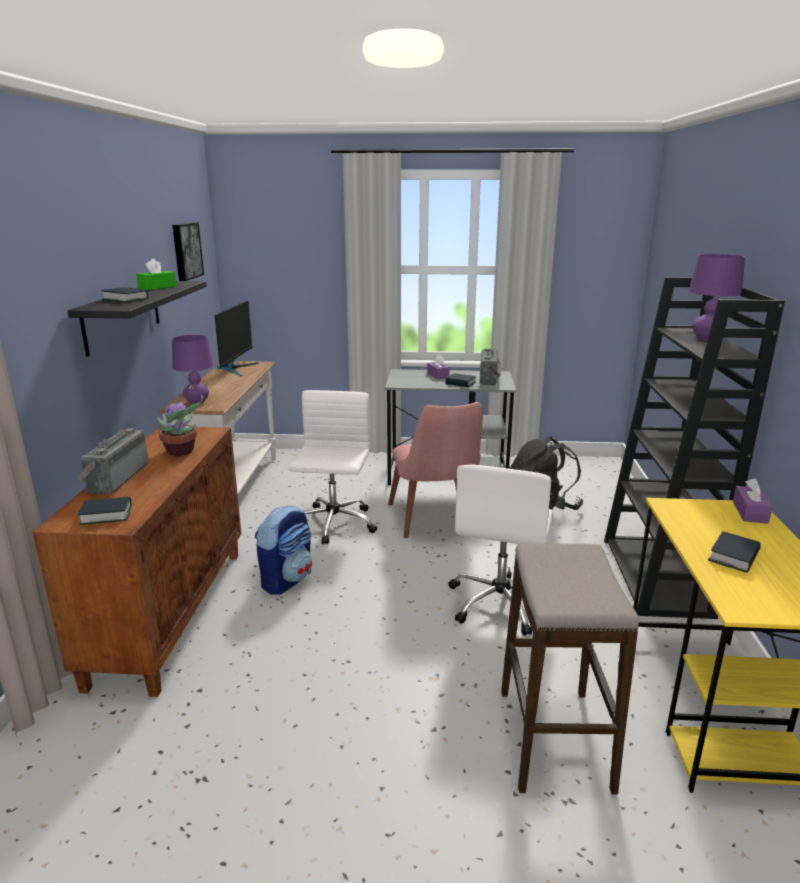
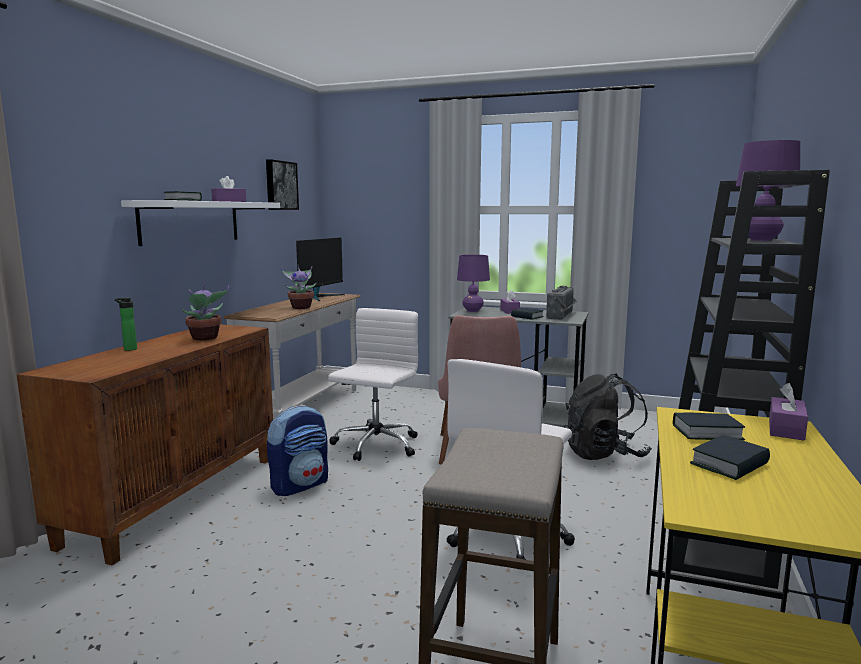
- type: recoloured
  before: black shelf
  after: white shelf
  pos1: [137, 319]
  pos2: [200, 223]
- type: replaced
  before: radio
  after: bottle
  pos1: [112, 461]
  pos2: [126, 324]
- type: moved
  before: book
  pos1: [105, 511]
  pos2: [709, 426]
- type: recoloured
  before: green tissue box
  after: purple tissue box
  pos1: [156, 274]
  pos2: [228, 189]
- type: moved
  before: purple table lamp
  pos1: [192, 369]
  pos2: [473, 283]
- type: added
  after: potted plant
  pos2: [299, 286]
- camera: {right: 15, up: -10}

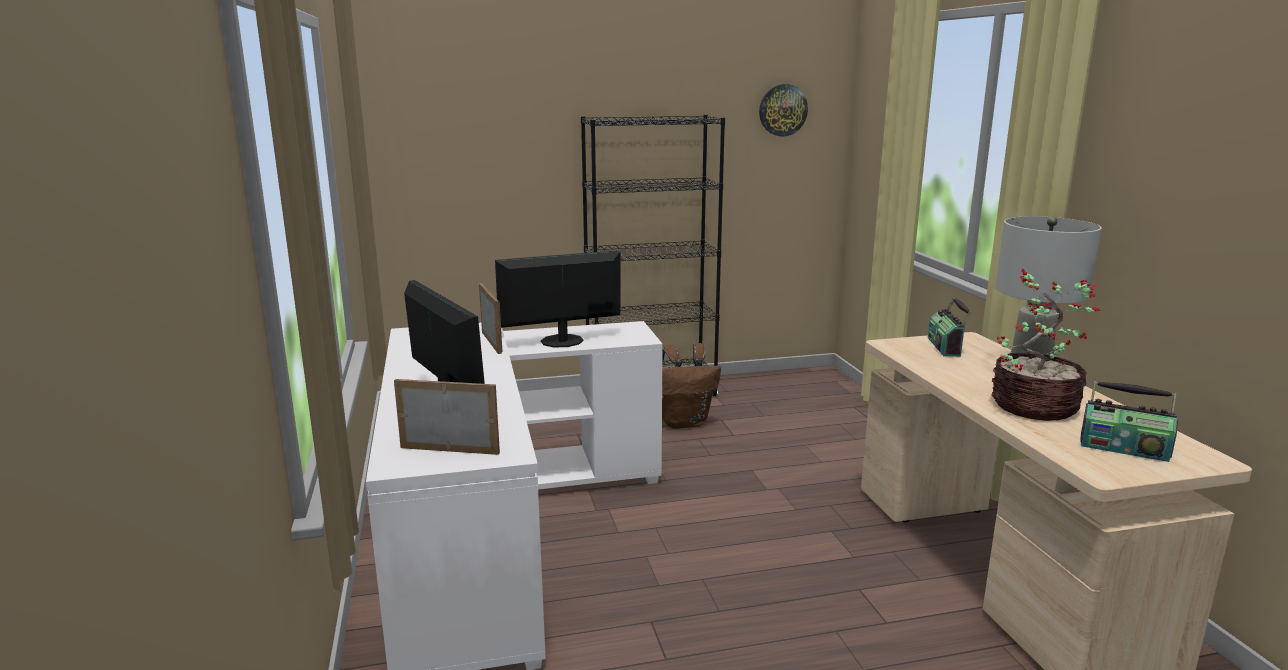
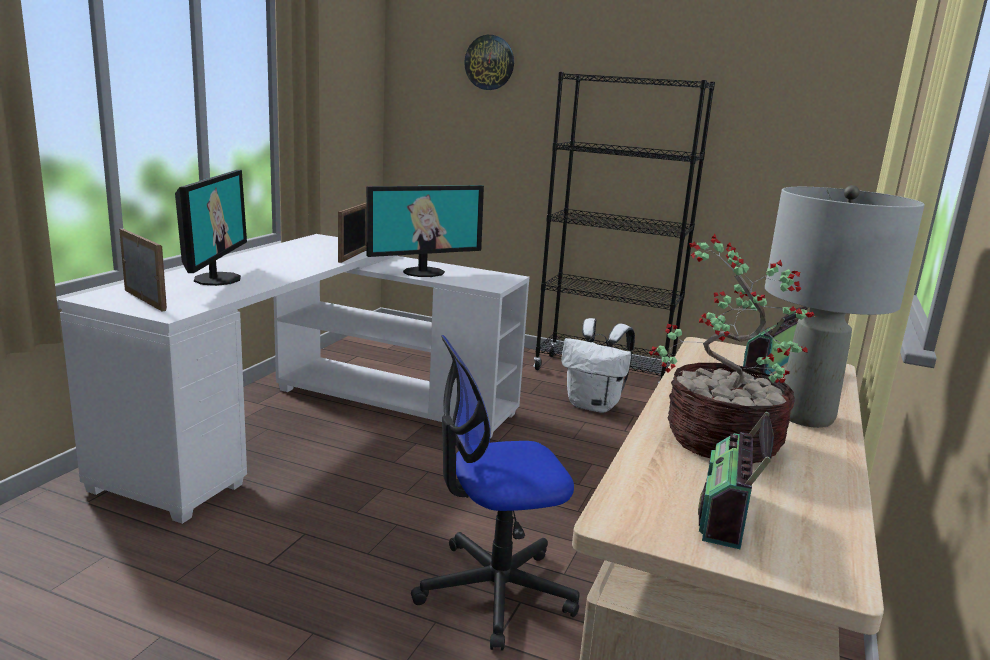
- type: turned
  before: monitor
  pos1: [557, 298]
  pos2: [425, 231]
  turn: 135
- type: recoloured
  before: brown backpack
  after: white backpack
  pos1: [691, 386]
  pos2: [598, 365]
- type: moved
  before: wall clock
  pos1: [783, 110]
  pos2: [489, 62]
- type: turned
  before: radio
  pos1: [1129, 421]
  pos2: [736, 480]
  turn: 45
- type: added
  after: office chair
  pos2: [495, 493]
- camera: {right: 35, up: 0}

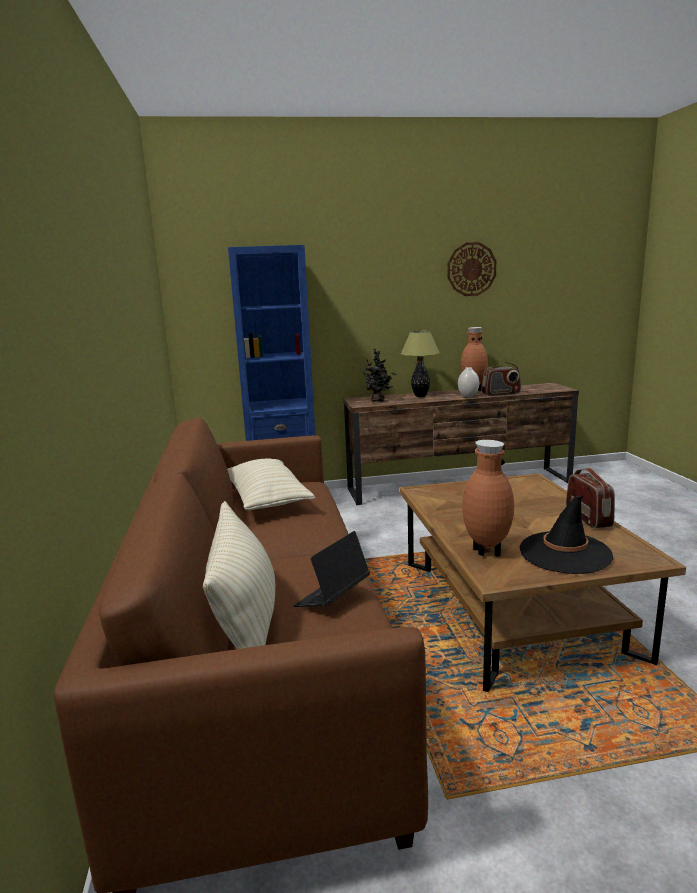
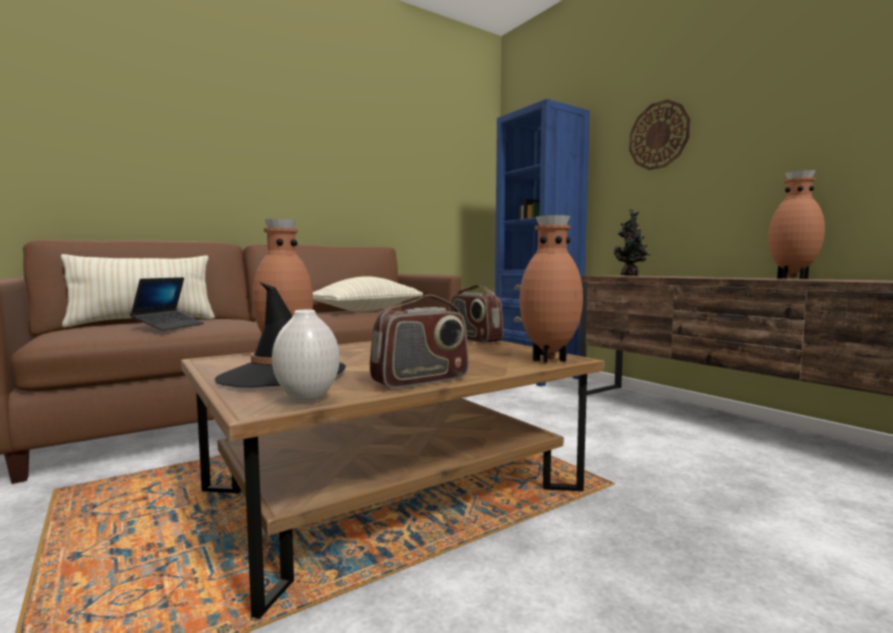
- type: turned
  before: laptop
  pos1: [331, 569]
  pos2: [167, 304]
  turn: 90
- type: removed
  before: table lamp
  pos1: [420, 364]
- type: moved
  before: wall clock
  pos1: [472, 269]
  pos2: [659, 134]
- type: moved
  before: white vase
  pos1: [468, 382]
  pos2: [306, 356]
- type: moved
  before: radio
  pos1: [501, 379]
  pos2: [476, 313]
- type: added
  after: brown vase
  pos2: [551, 289]
- camera: {right: 65, up: -10}

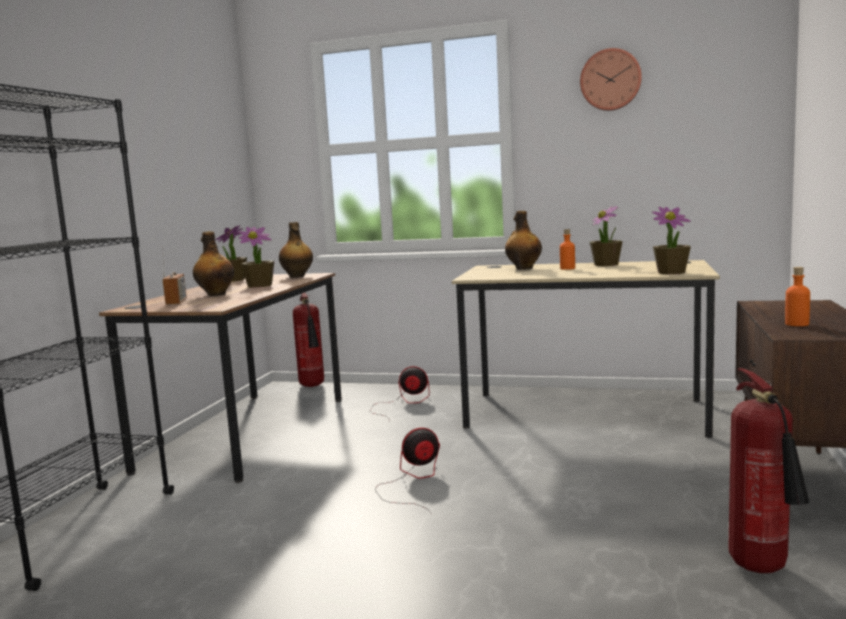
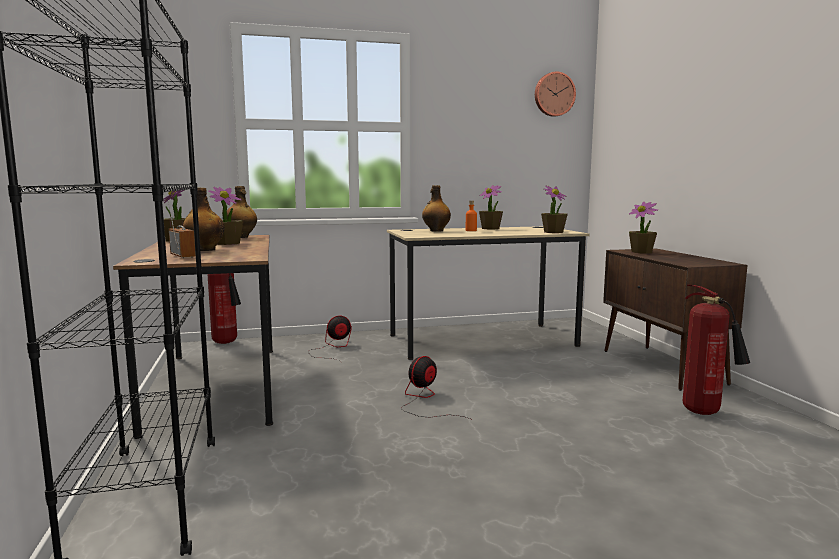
- type: moved
  before: wall clock
  pos1: [611, 79]
  pos2: [555, 94]
- type: removed
  before: orange bottle
  pos1: [797, 296]
- type: added
  after: potted plant
  pos2: [643, 228]
- camera: {right: -30, up: 0}

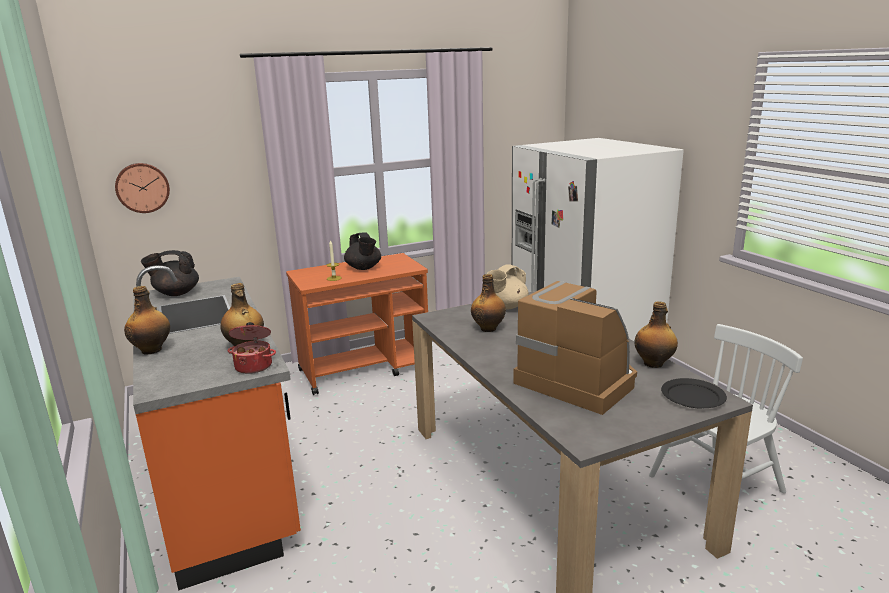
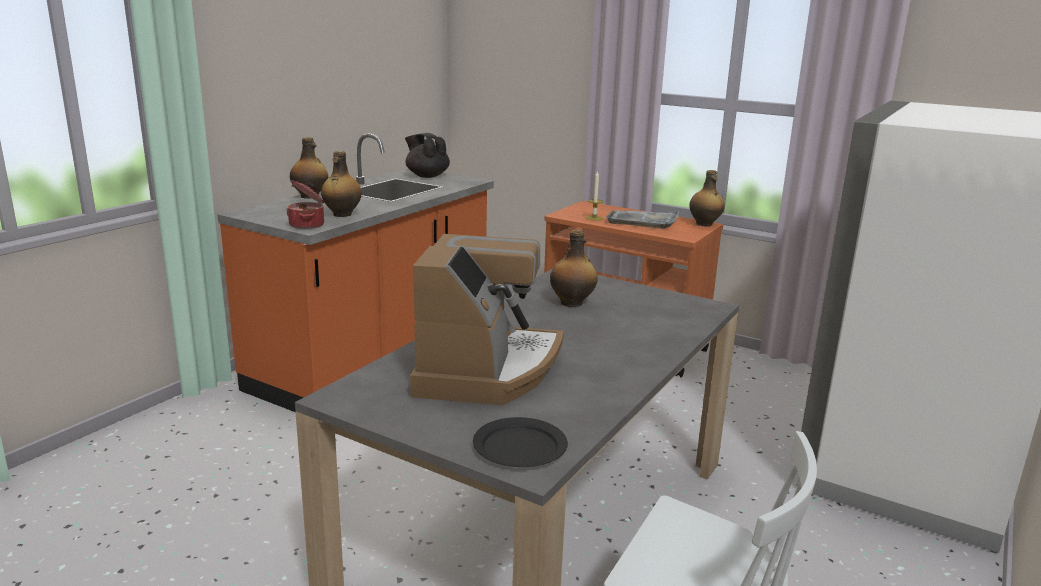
- type: removed
  before: wall clock
  pos1: [142, 188]
- type: replaced
  before: black teapot
  after: grey tray
  pos1: [362, 251]
  pos2: [643, 219]
- type: removed
  before: beige teapot
  pos1: [508, 286]
- type: moved
  before: bottle
  pos1: [656, 334]
  pos2: [707, 198]
- camera: {right: 55, up: 0}

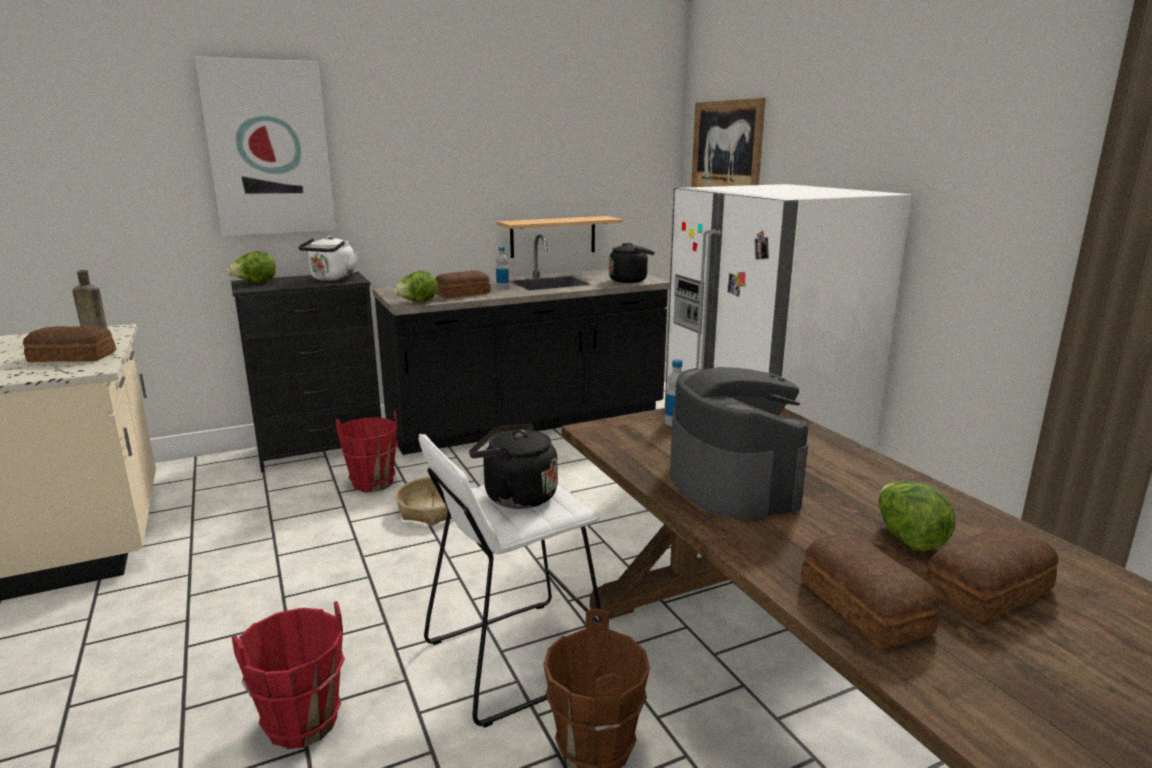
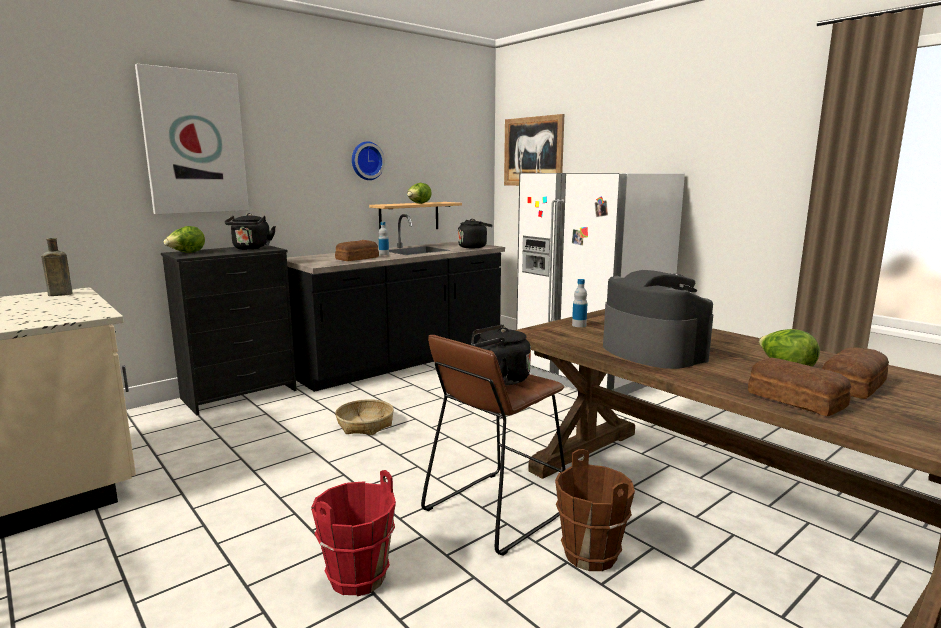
- type: removed
  before: bread
  pos1: [69, 344]
- type: recoloured
  before: white kettle
  after: black kettle
  pos1: [328, 258]
  pos2: [250, 231]
- type: removed
  before: red bucket
  pos1: [367, 451]
- type: moved
  before: lettuce
  pos1: [415, 286]
  pos2: [419, 193]
- type: recoloured
  before: white stool
  after: brown stool
  pos1: [510, 581]
  pos2: [493, 445]
- type: added
  after: wall clock
  pos2: [368, 160]
- camera: {right: -15, up: -5}

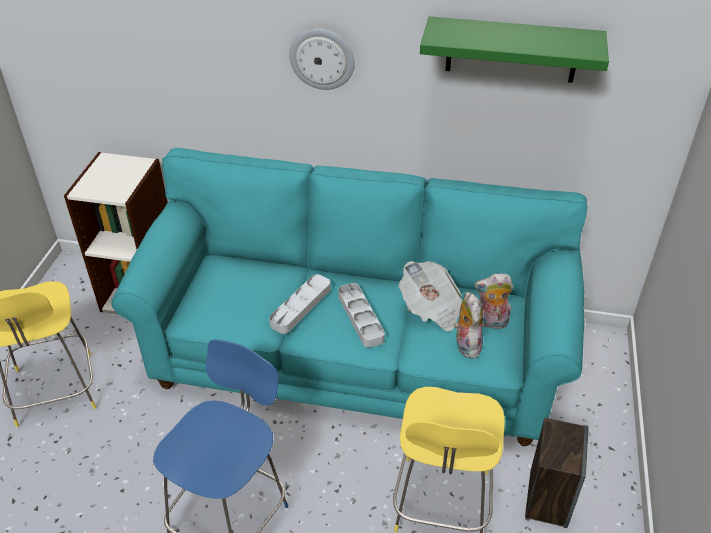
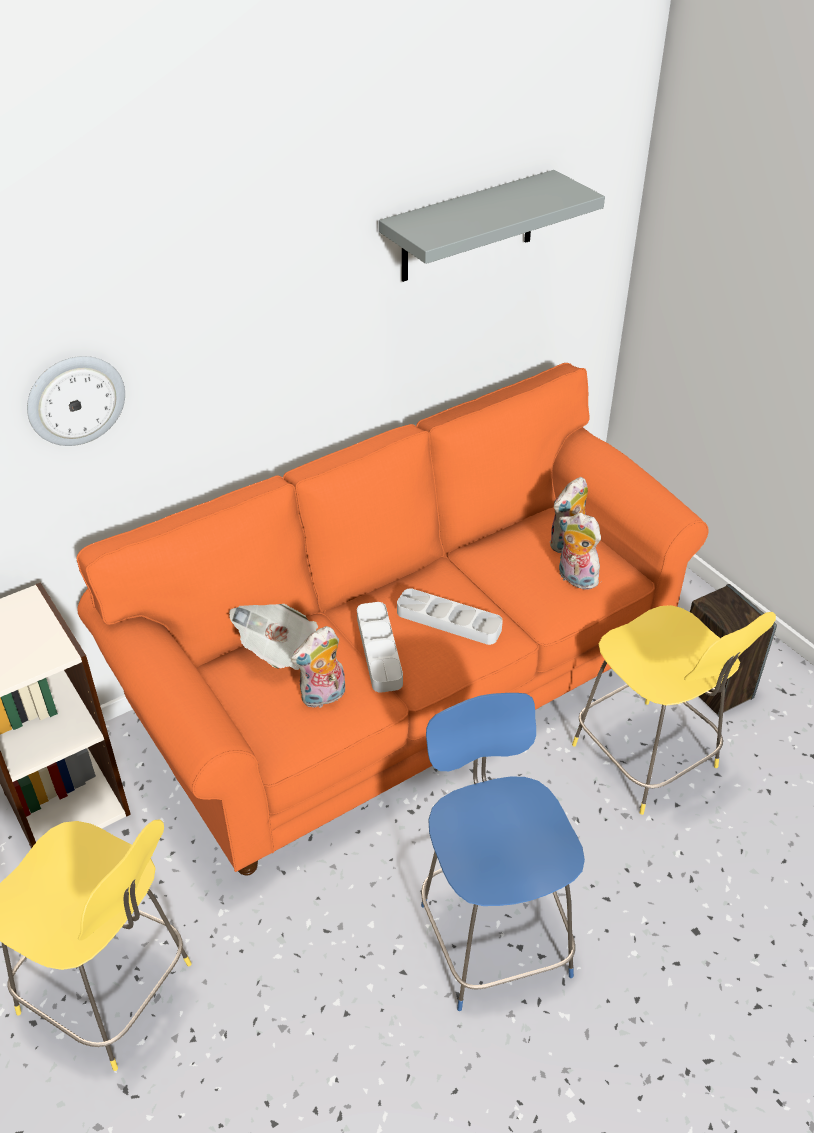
- type: recoloured
  before: turquoise sofa
  after: orange sofa
  pos1: [349, 297]
  pos2: [393, 619]
- type: moved
  before: wall clock
  pos1: [322, 59]
  pos2: [76, 401]
- type: moved
  before: newspaper
  pos1: [430, 296]
  pos2: [273, 637]
- type: recoloured
  before: green shelf
  after: grey shelf
  pos1: [514, 49]
  pos2: [492, 226]
- type: added
  after: plush toy
  pos2: [318, 667]
- camera: {right: -45, up: 0}

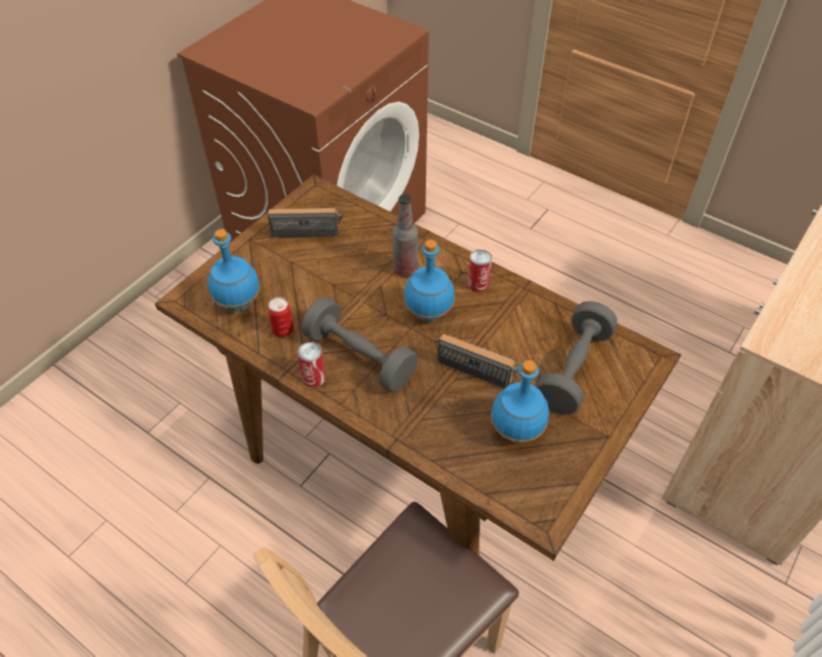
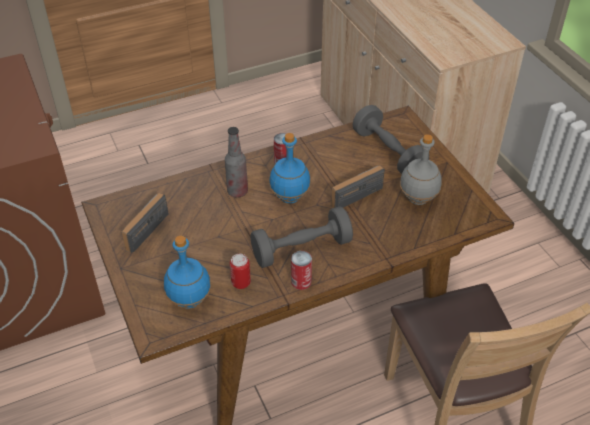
- type: recoloured
  before: blue bottle
  after: grey bottle
  pos1: [520, 401]
  pos2: [420, 169]
- camera: {right: -60, up: -5}

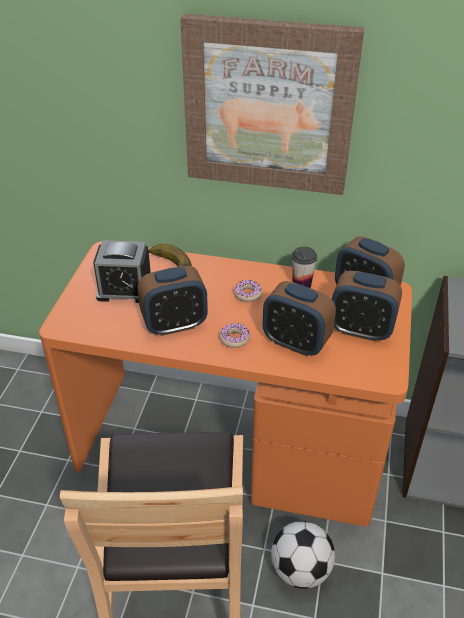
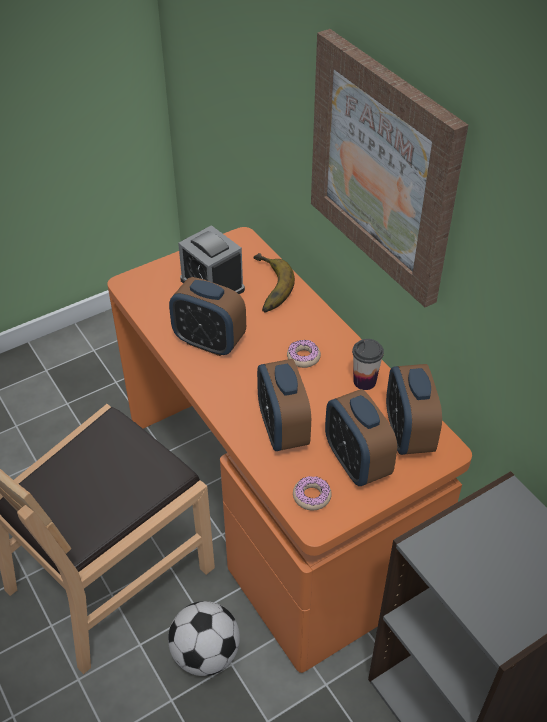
- type: moved
  before: donut
  pos1: [234, 335]
  pos2: [312, 493]
- camera: {right: 45, up: 5}

